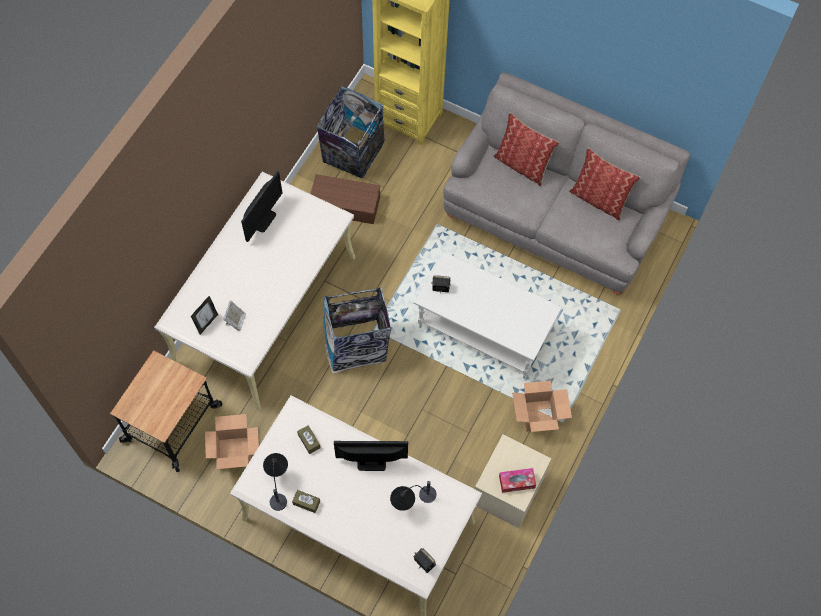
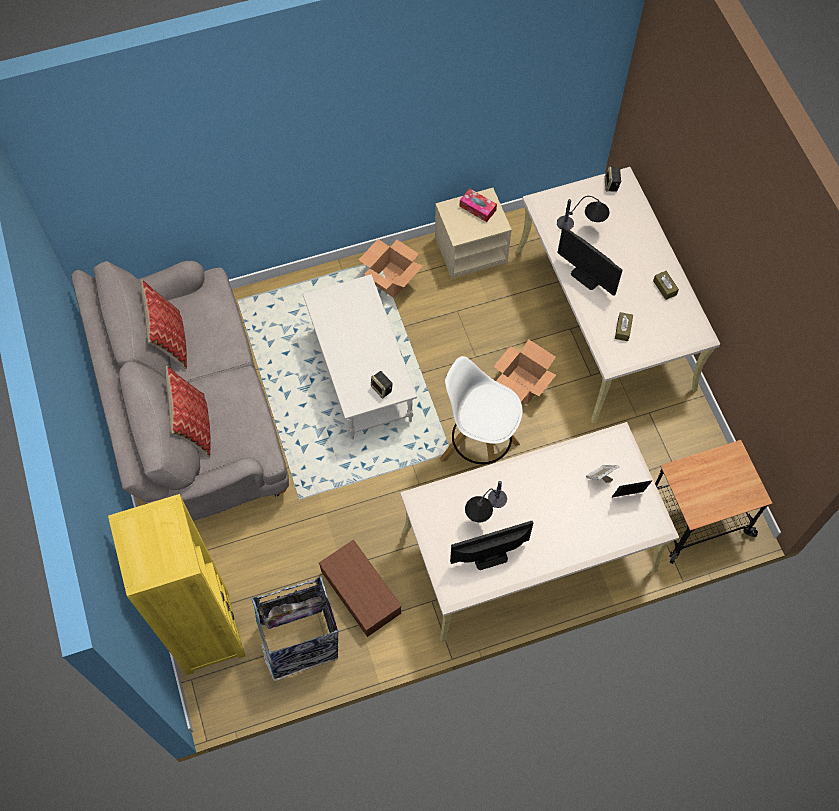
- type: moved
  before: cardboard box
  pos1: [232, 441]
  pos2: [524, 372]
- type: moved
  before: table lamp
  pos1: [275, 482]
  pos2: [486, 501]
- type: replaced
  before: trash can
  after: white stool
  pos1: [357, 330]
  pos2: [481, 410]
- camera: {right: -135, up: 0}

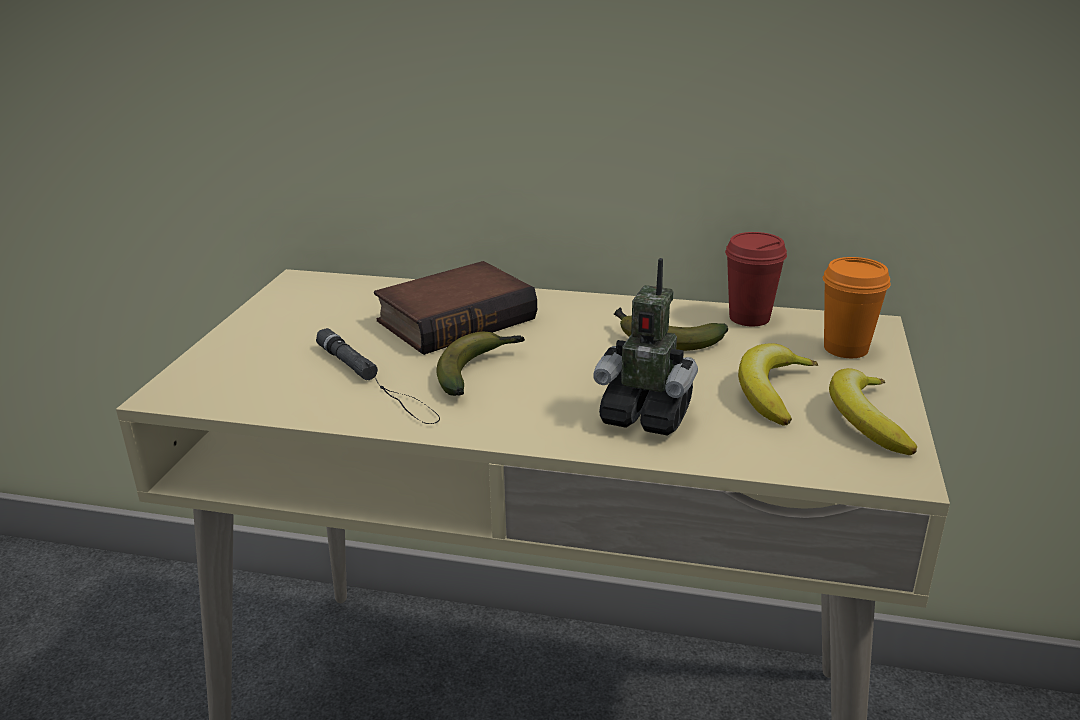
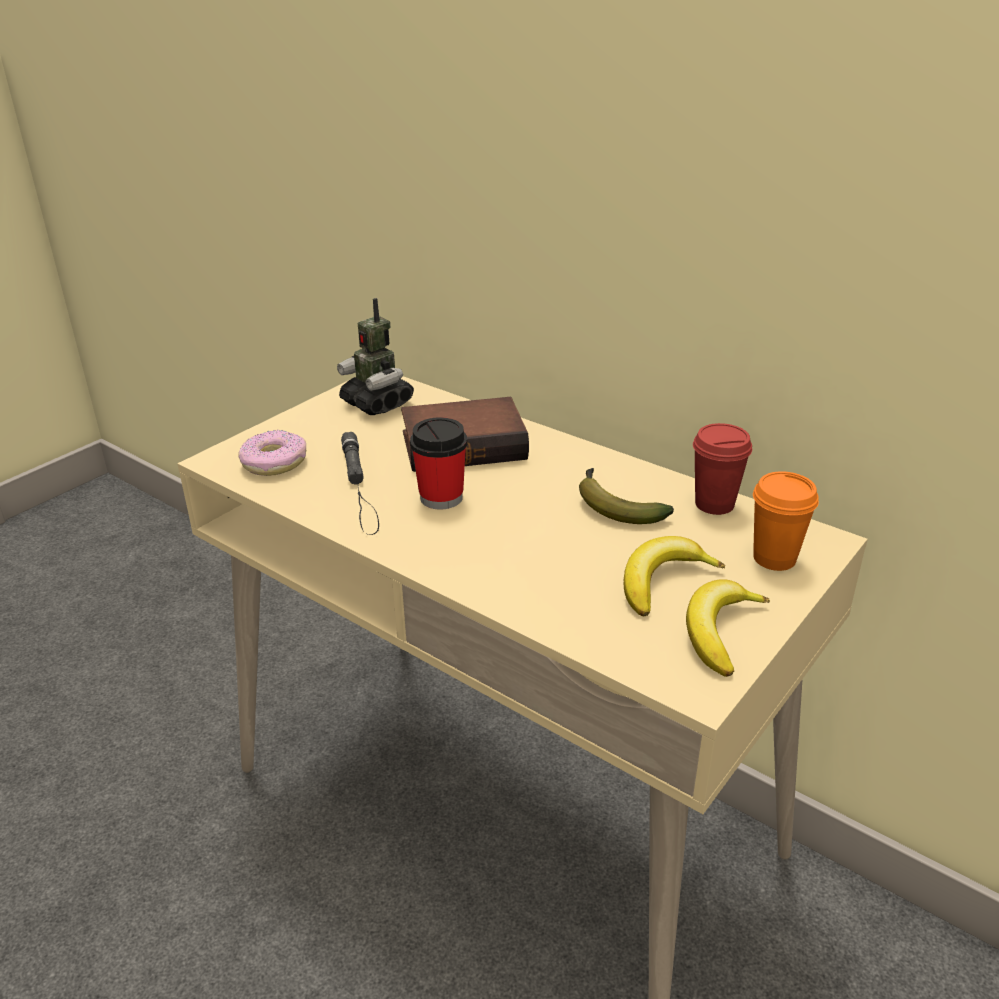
- type: replaced
  before: banana
  after: cup
  pos1: [481, 364]
  pos2: [438, 463]
- type: moved
  before: toy robot
  pos1: [645, 347]
  pos2: [375, 356]
- type: added
  after: donut
  pos2: [272, 453]
- camera: {right: 25, up: 5}

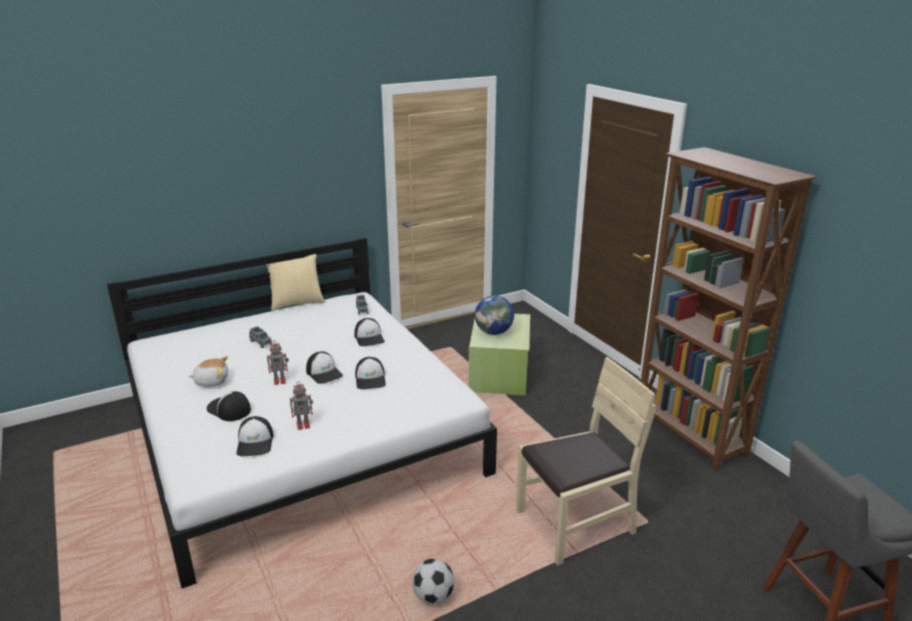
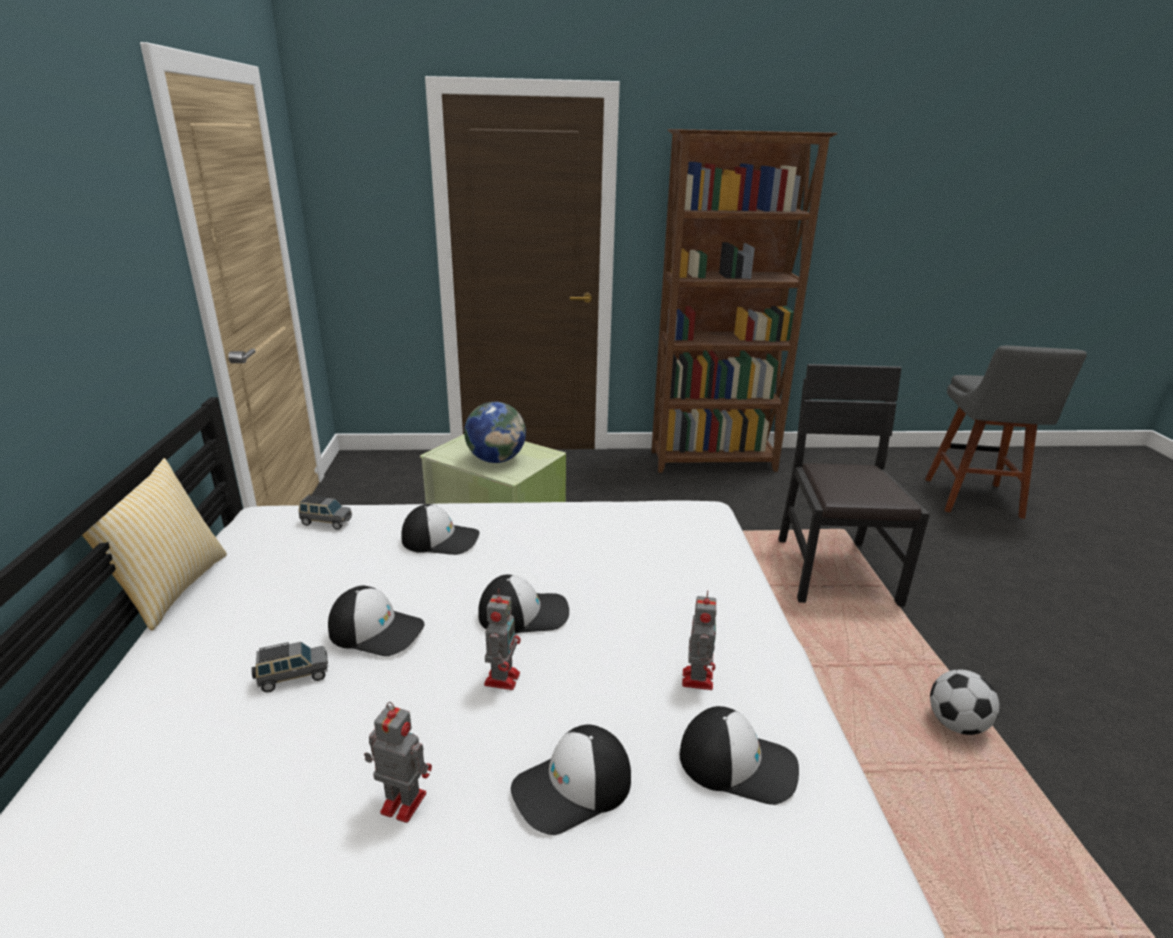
- type: replaced
  before: plush toy
  after: toy robot
  pos1: [208, 371]
  pos2: [398, 762]
- type: moved
  before: cap
  pos1: [370, 373]
  pos2: [376, 621]
- type: recoloured
  before: beige chair
  after: black chair
  pos1: [586, 461]
  pos2: [854, 485]
- camera: {right: -65, up: 0}

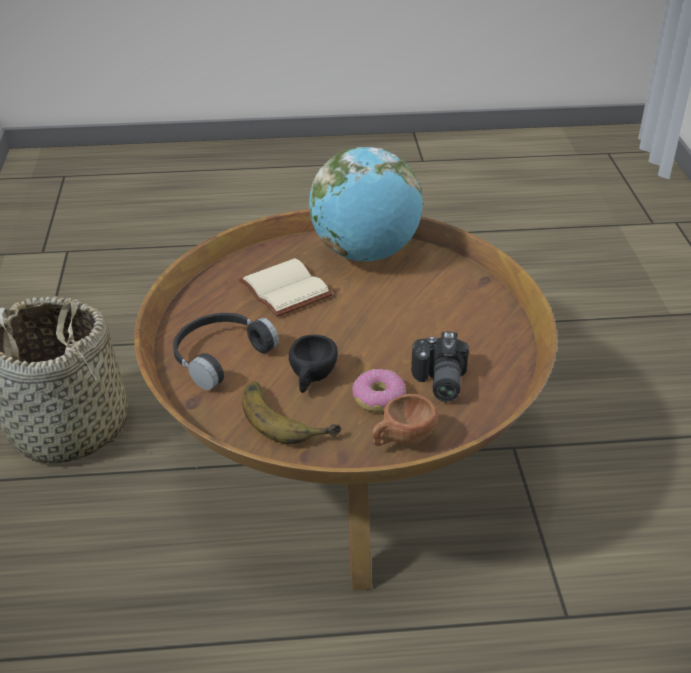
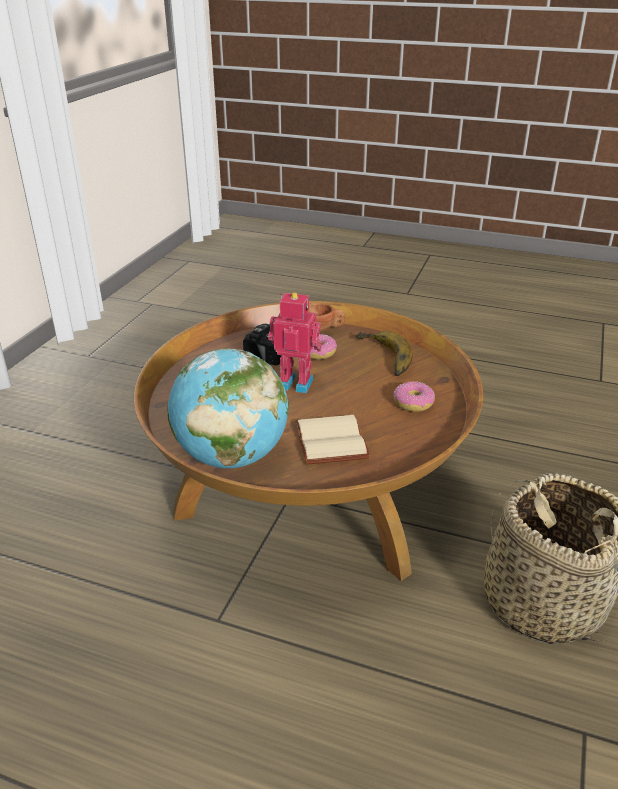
- type: replaced
  before: black headphones
  after: donut
  pos1: [226, 351]
  pos2: [414, 396]
- type: removed
  before: black cup
  pos1: [313, 364]
- type: added
  after: toy robot
  pos2: [295, 343]
- camera: {right: -155, up: -5}

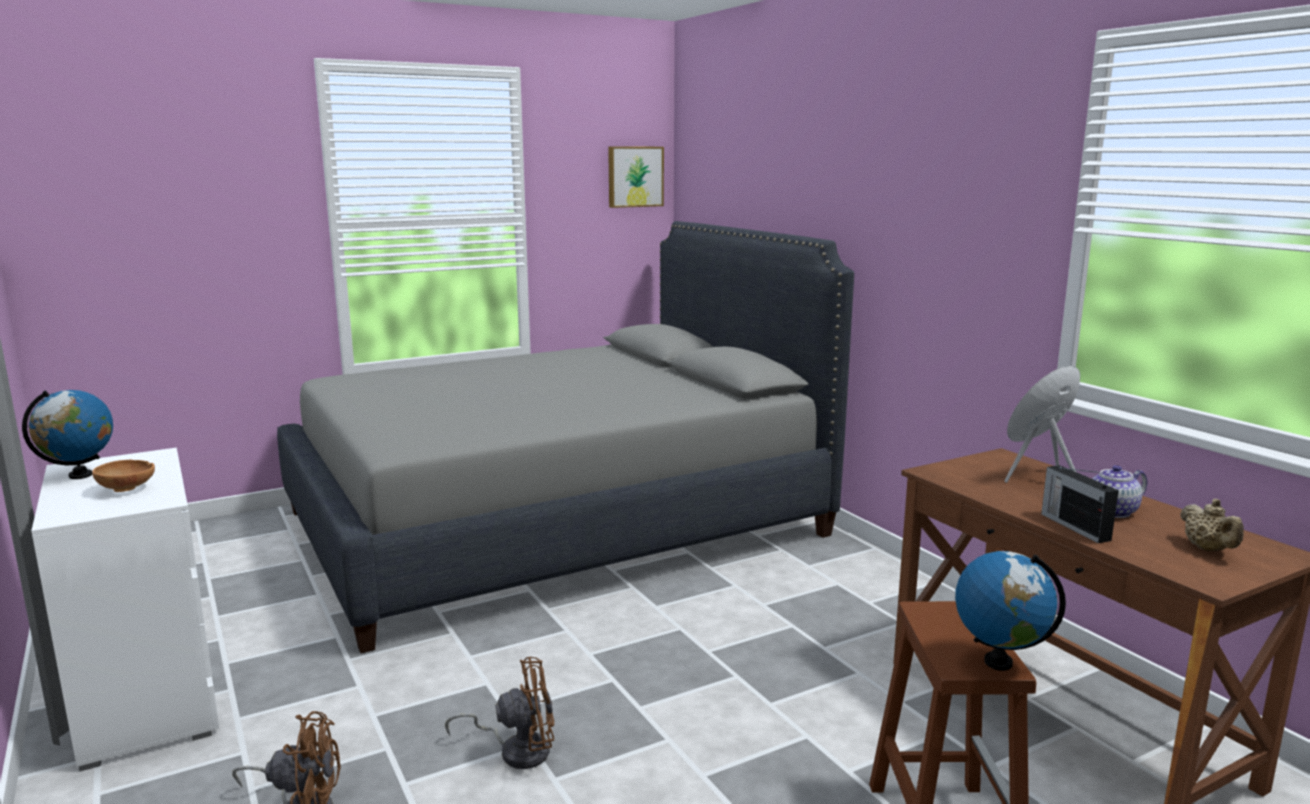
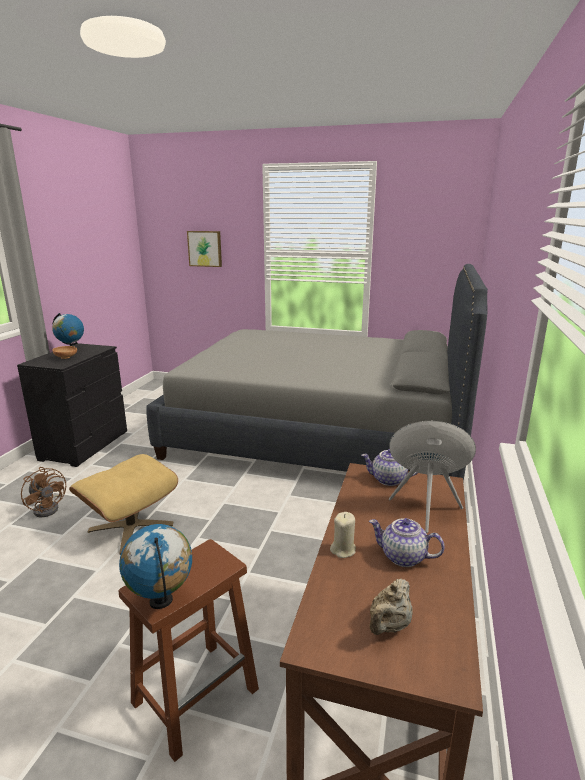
- type: recoloured
  before: white dresser
  after: black dresser
  pos1: [125, 609]
  pos2: [72, 405]
- type: replaced
  before: brown fan
  after: beige ottoman
  pos1: [499, 713]
  pos2: [123, 504]
- type: moved
  before: picture
  pos1: [636, 177]
  pos2: [204, 249]
- type: replaced
  before: radio
  after: beige candle
  pos1: [1080, 504]
  pos2: [343, 535]
- type: added
  after: teapot
  pos2: [389, 467]
- camera: {right: 45, up: 5}

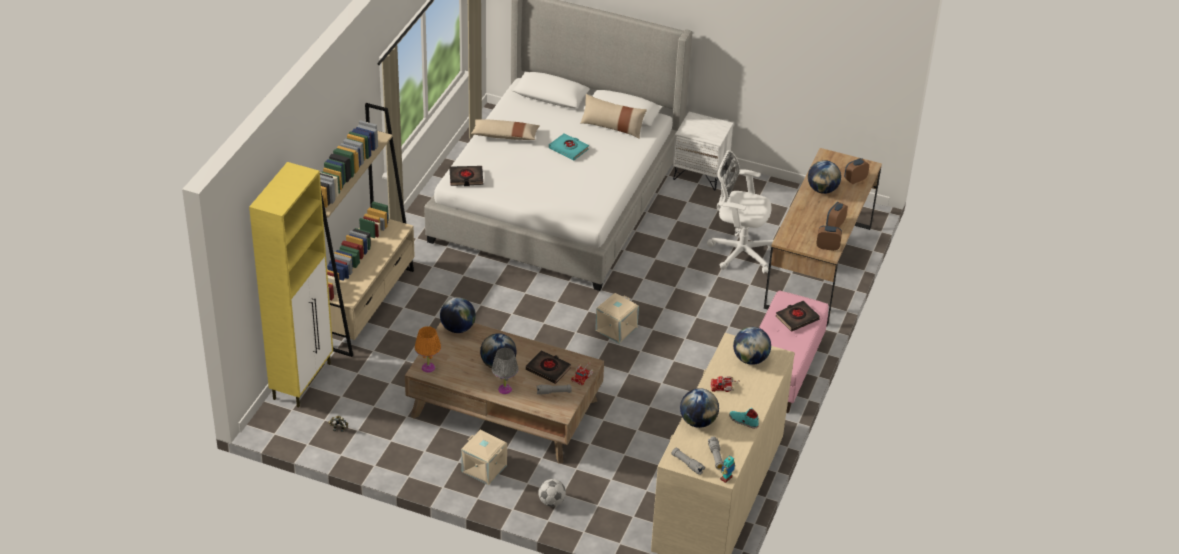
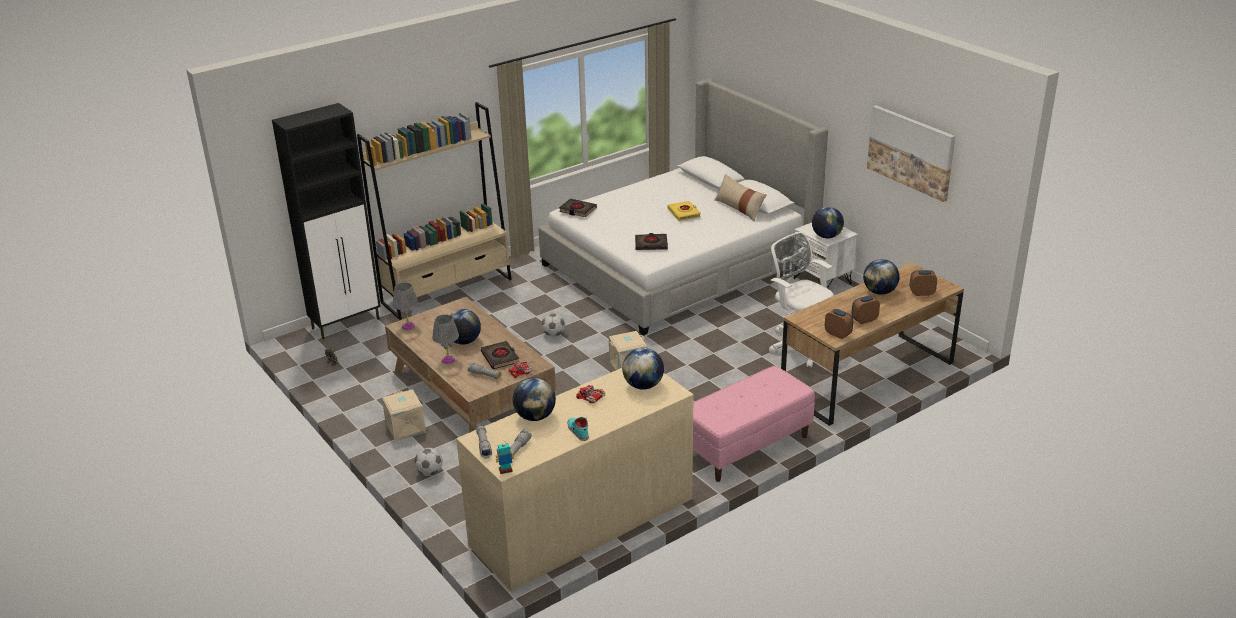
- type: recoloured
  before: yellow cabinet
  after: black cabinet
  pos1: [291, 285]
  pos2: [326, 221]
- type: recoloured
  before: orange table lamp
  after: grey table lamp
  pos1: [428, 349]
  pos2: [405, 306]
- type: moved
  before: globe
  pos1: [458, 315]
  pos2: [828, 222]
- type: removed
  before: beige pillow
  pos1: [505, 129]
- type: recoloured
  before: turquoise book
  after: yellow book
  pos1: [569, 147]
  pos2: [684, 211]
- type: moved
  before: black book
  pos1: [798, 316]
  pos2: [651, 241]
- type: added
  after: football
  pos2: [553, 325]
- type: added
  after: picture
  pos2: [911, 153]
- camera: {right: 35, up: -10}

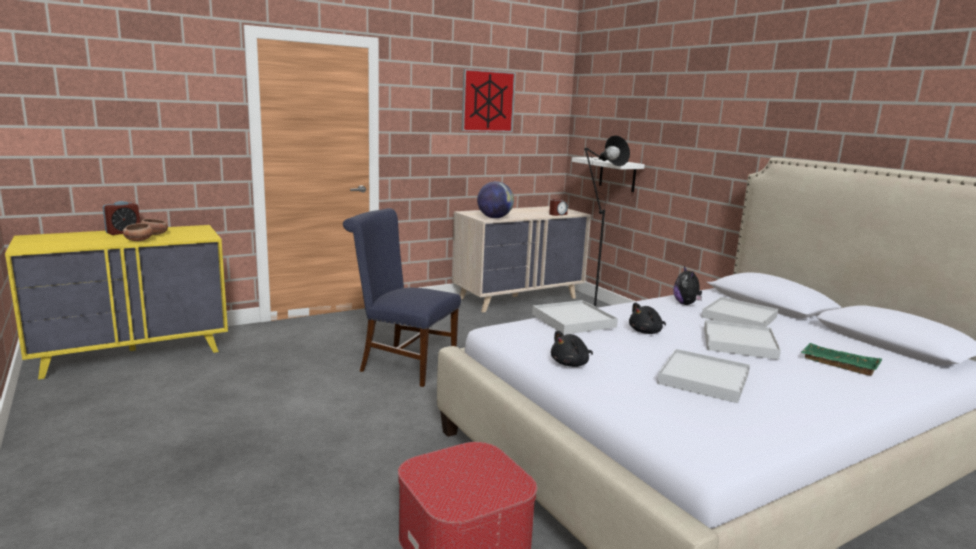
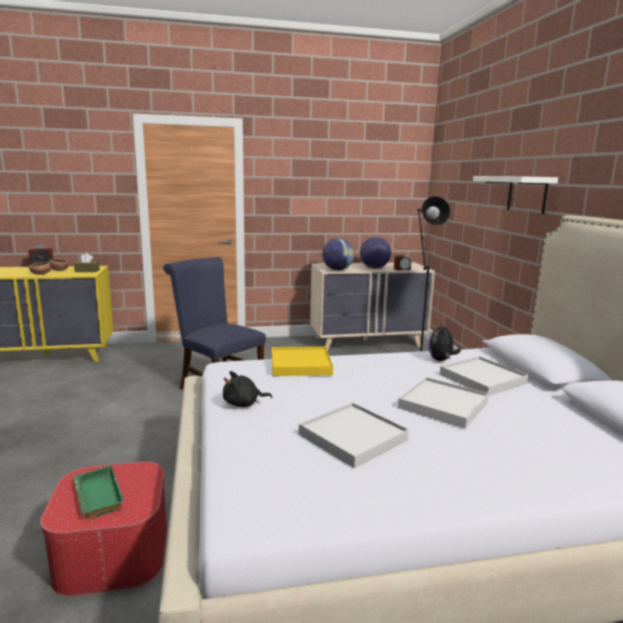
- type: removed
  before: picture
  pos1: [488, 100]
- type: recoloured
  before: white tray
  after: yellow tray
  pos1: [575, 317]
  pos2: [302, 361]
- type: moved
  before: white shelf
  pos1: [608, 174]
  pos2: [515, 195]
- type: removed
  before: black plush toy
  pos1: [647, 318]
- type: moved
  before: green tray
  pos1: [841, 359]
  pos2: [98, 492]
- type: added
  after: brown tissue box
  pos2: [87, 262]
- type: added
  after: globe
  pos2: [375, 252]
- camera: {right: 20, up: 0}

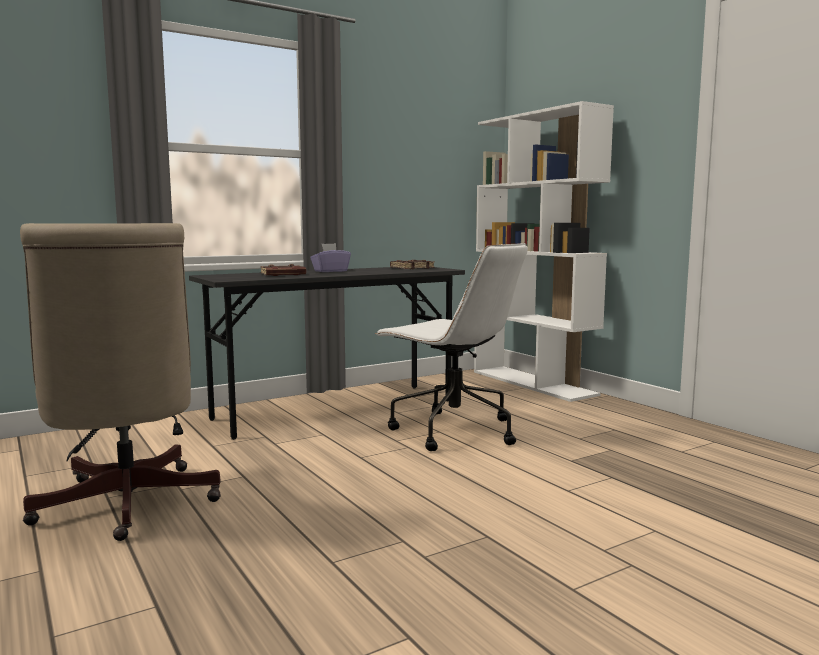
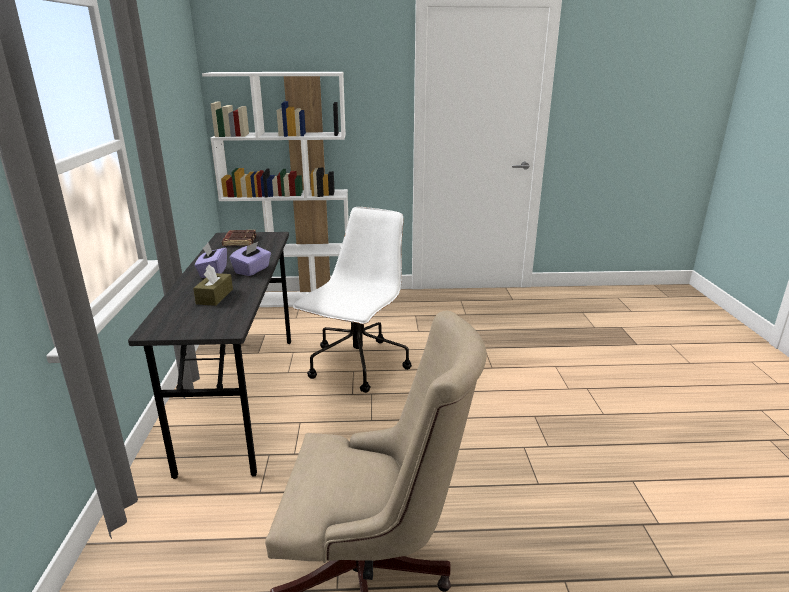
- type: replaced
  before: brown book
  after: brown tissue box
  pos1: [283, 270]
  pos2: [213, 285]
- type: turned
  before: white office chair
  pos1: [451, 347]
  pos2: [352, 300]
  turn: -45
- type: added
  after: purple tissue box
  pos2: [250, 259]
- camera: {right: -60, up: 15}

